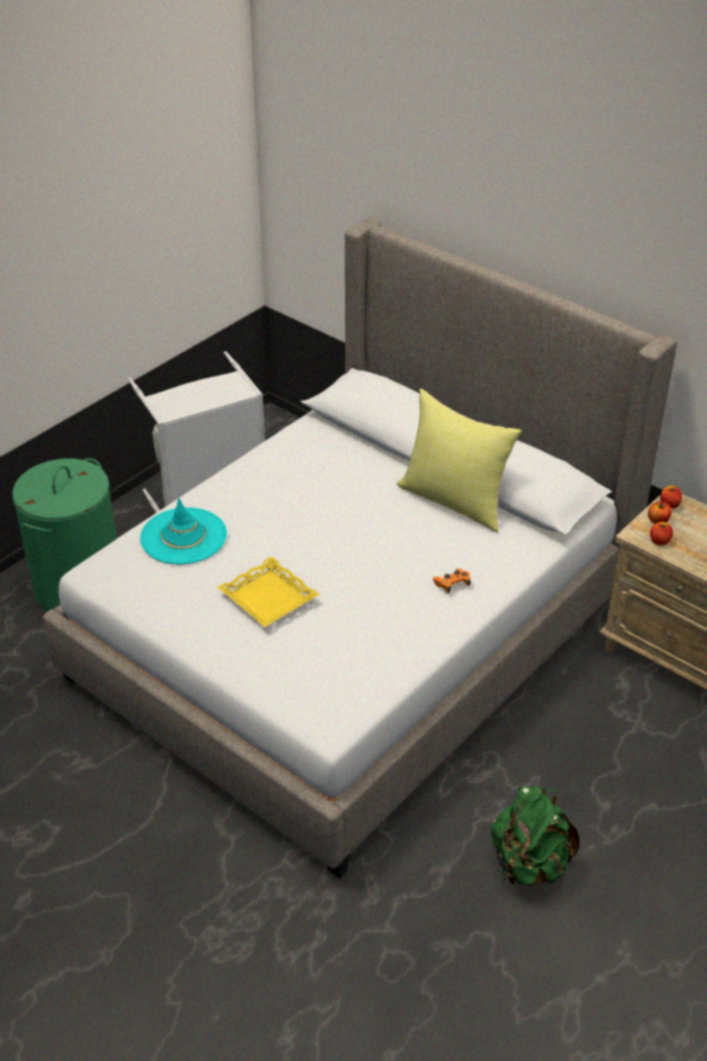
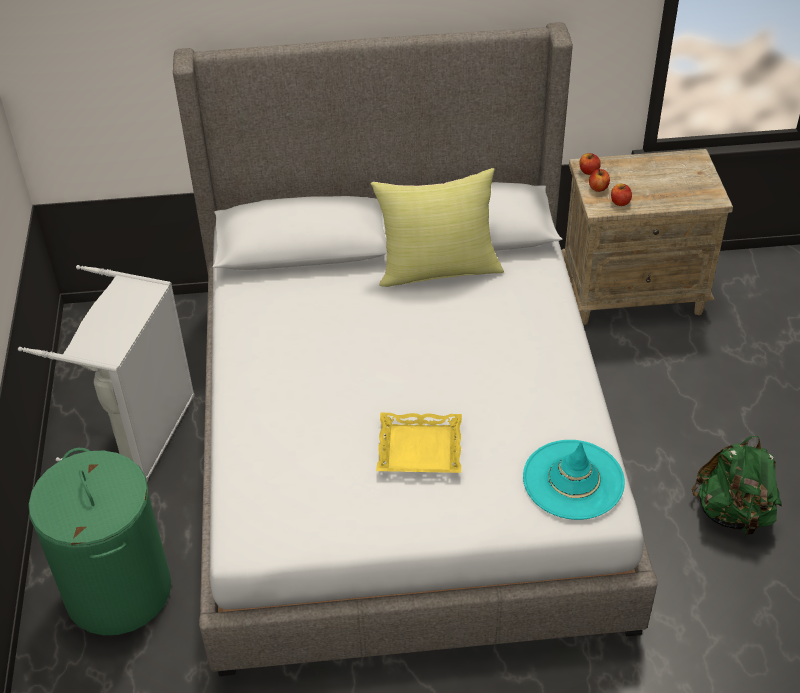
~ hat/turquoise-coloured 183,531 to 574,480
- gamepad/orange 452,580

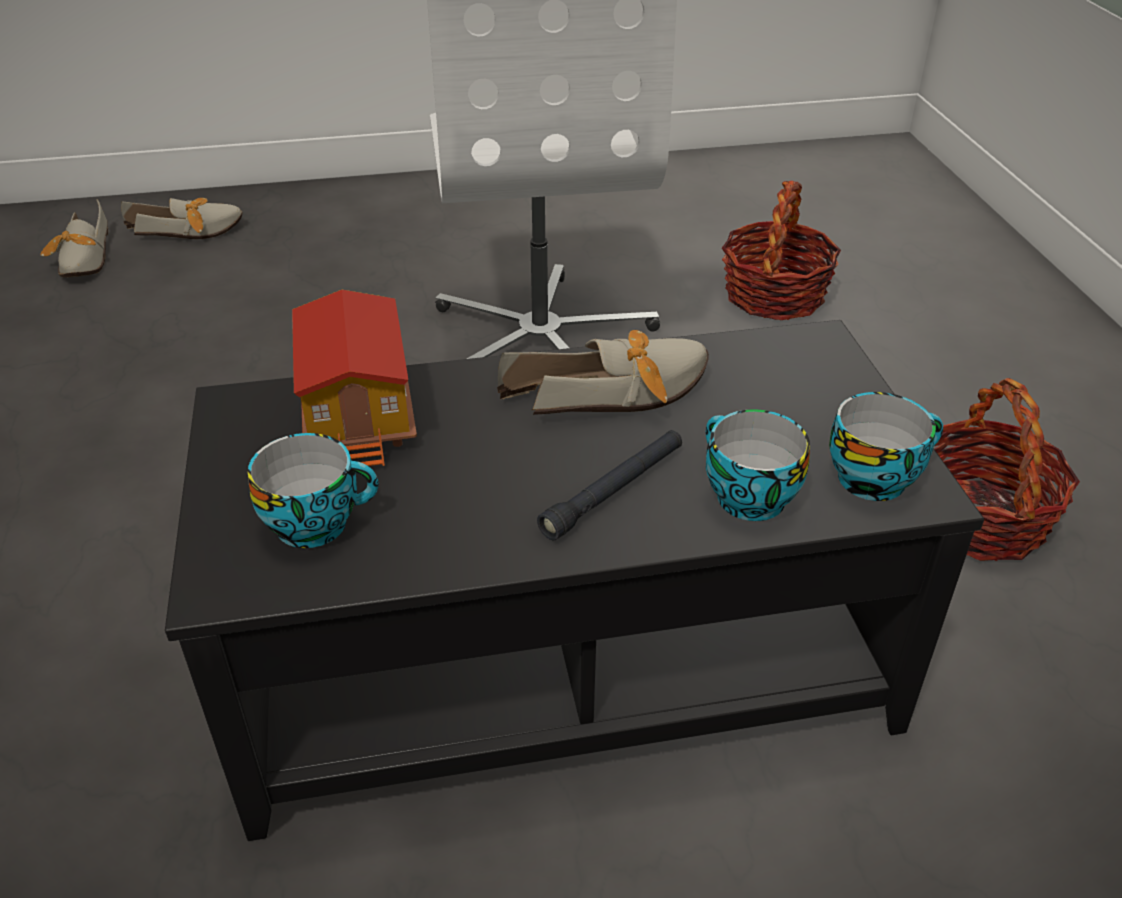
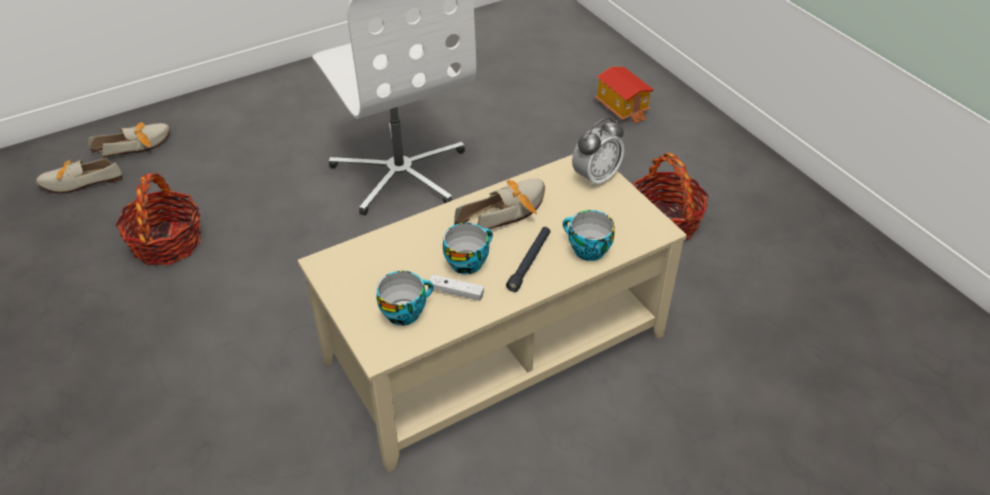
~ storage basket 781,250 to 158,218
~ shoe 74,238 = 79,175 105 degrees clockwise
~ model house 354,378 to 624,95
~ lounge table/black-coloured 574,580 to lounge table/beige-coloured 492,313
~ drinking cup 886,446 to 468,248
+ bedside clock 598,153
+ gamepad/white 456,288

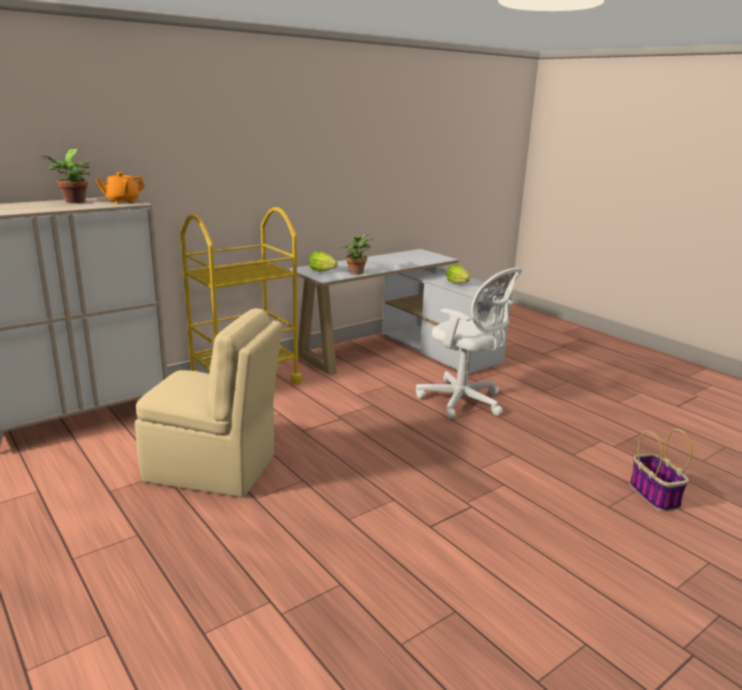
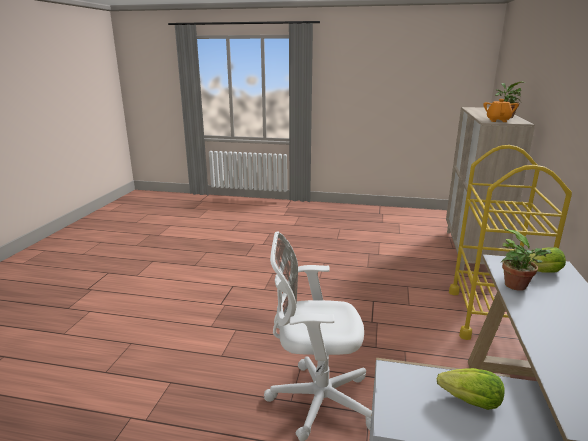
- plain chair/beige-coloured 208,403
- storage basket 661,470

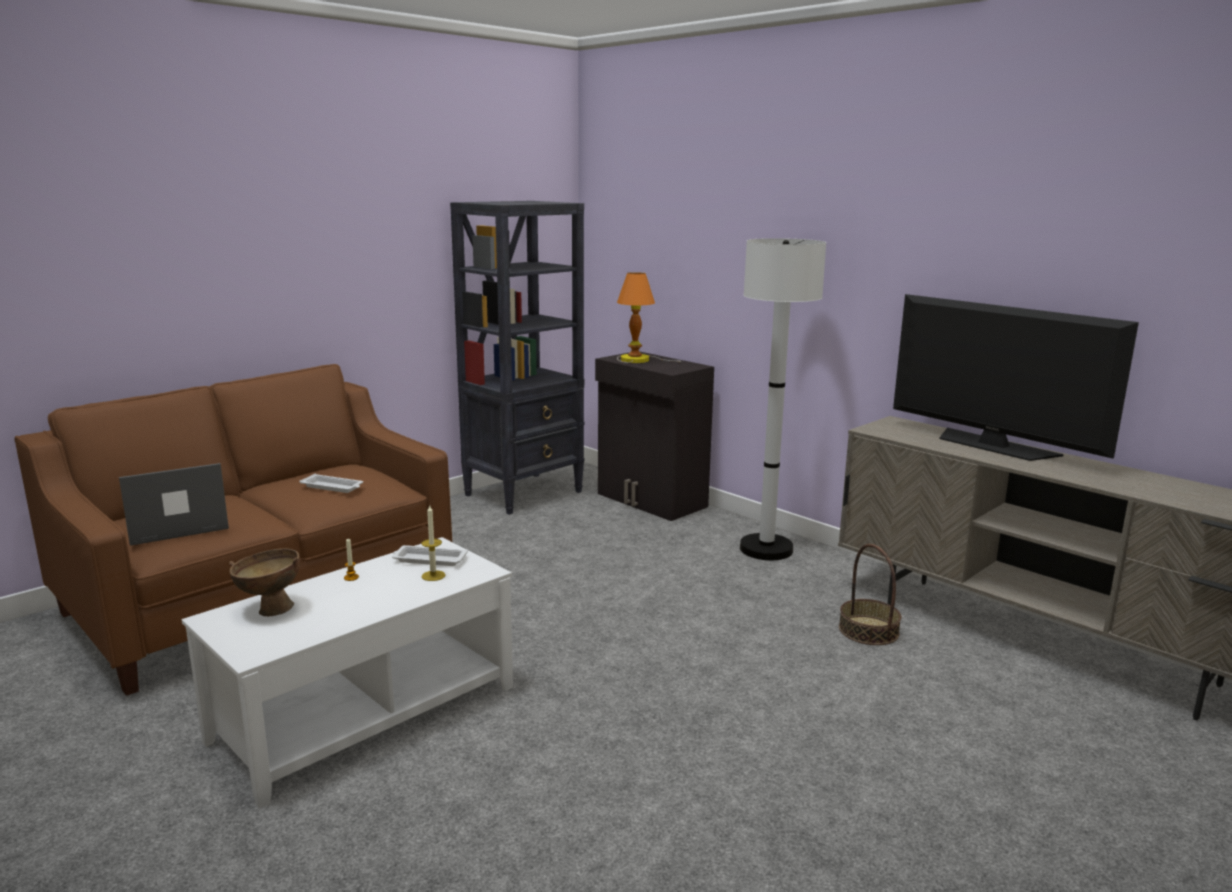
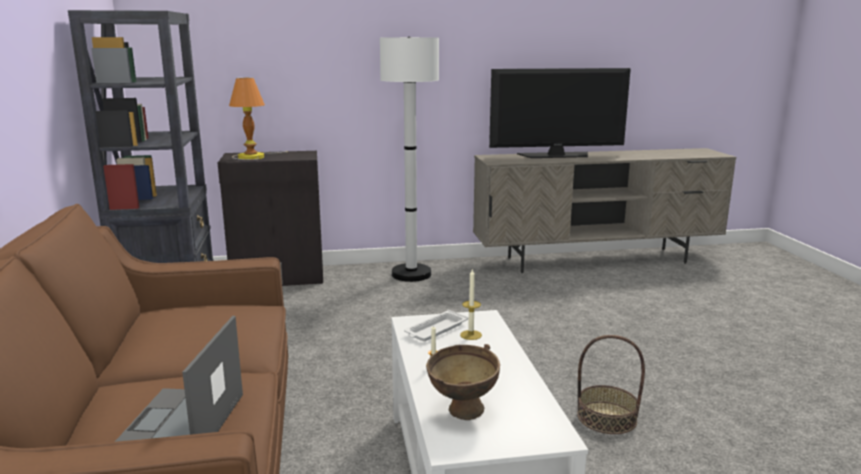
- tray/white 331,483
~ storage basket 870,594 to 611,384

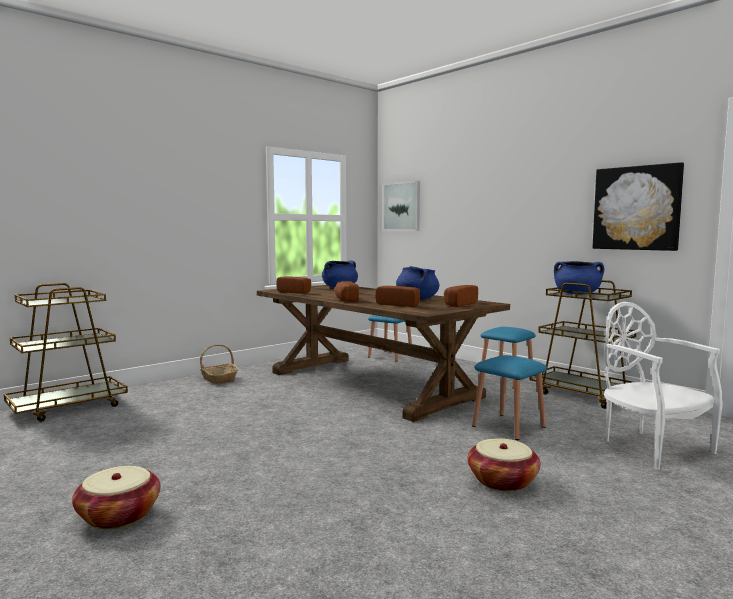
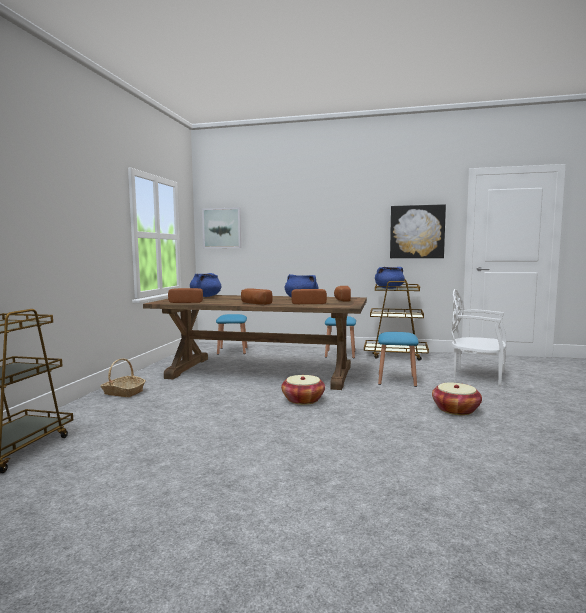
~ storage basket 116,497 to 303,390

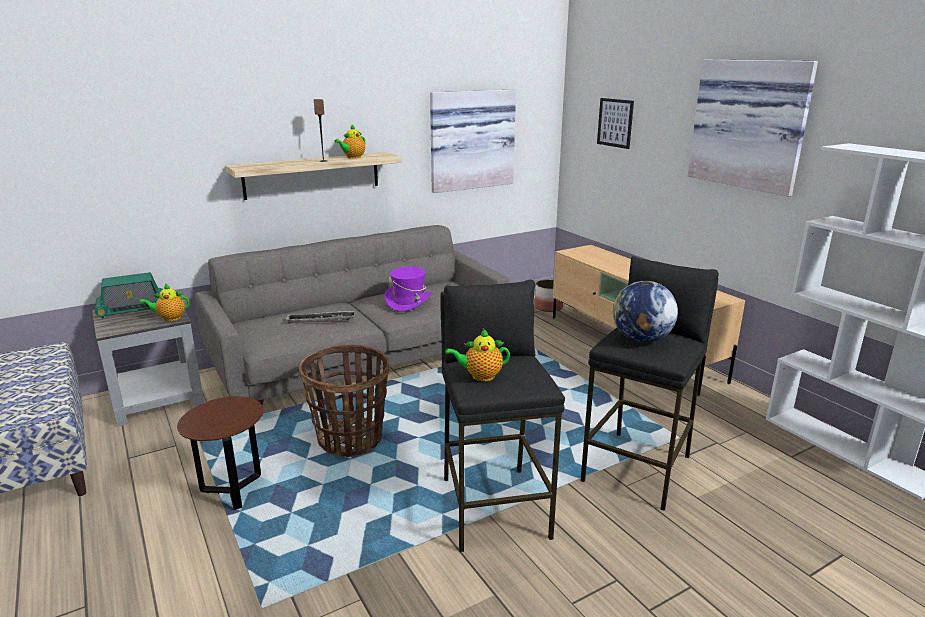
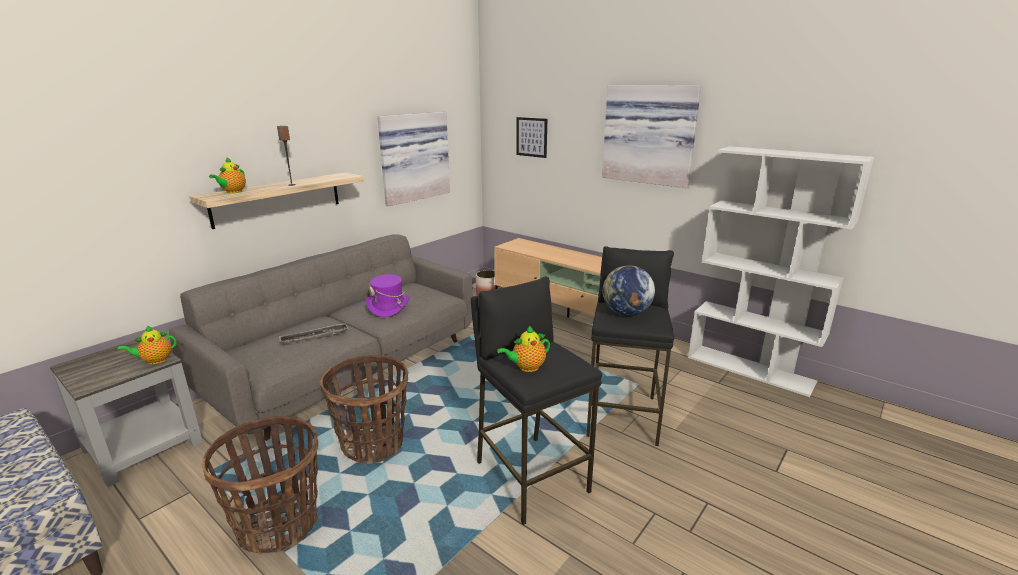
~ pot for tea 349,142 to 227,175
- radio set 129,295
~ end table/brown-coloured 220,453 to storage basket 260,485

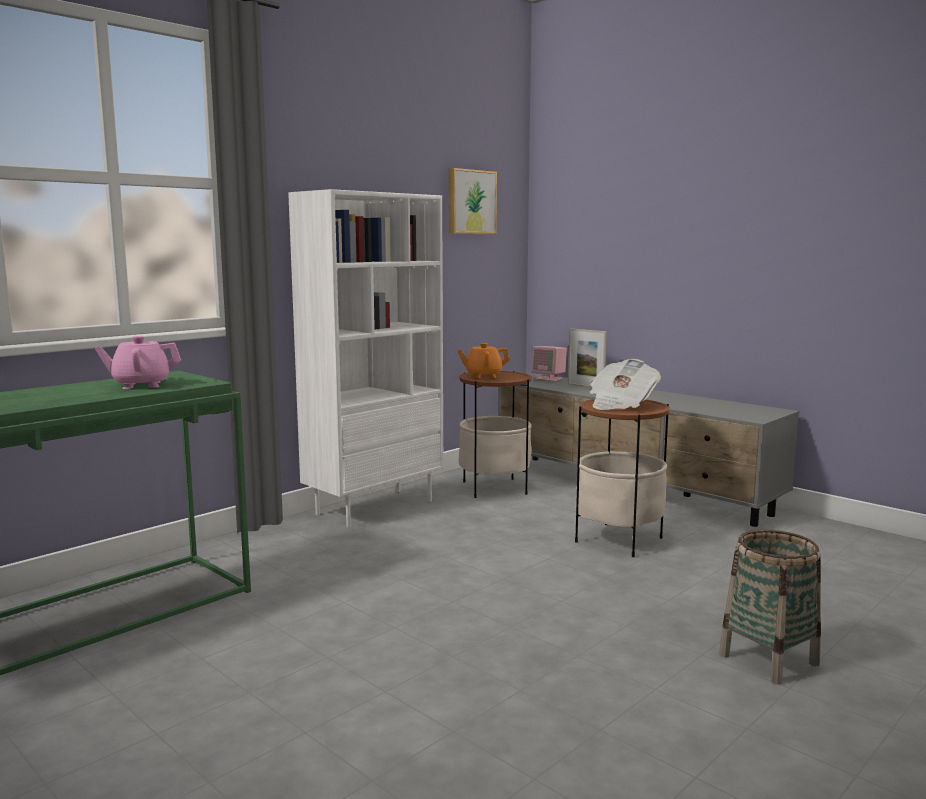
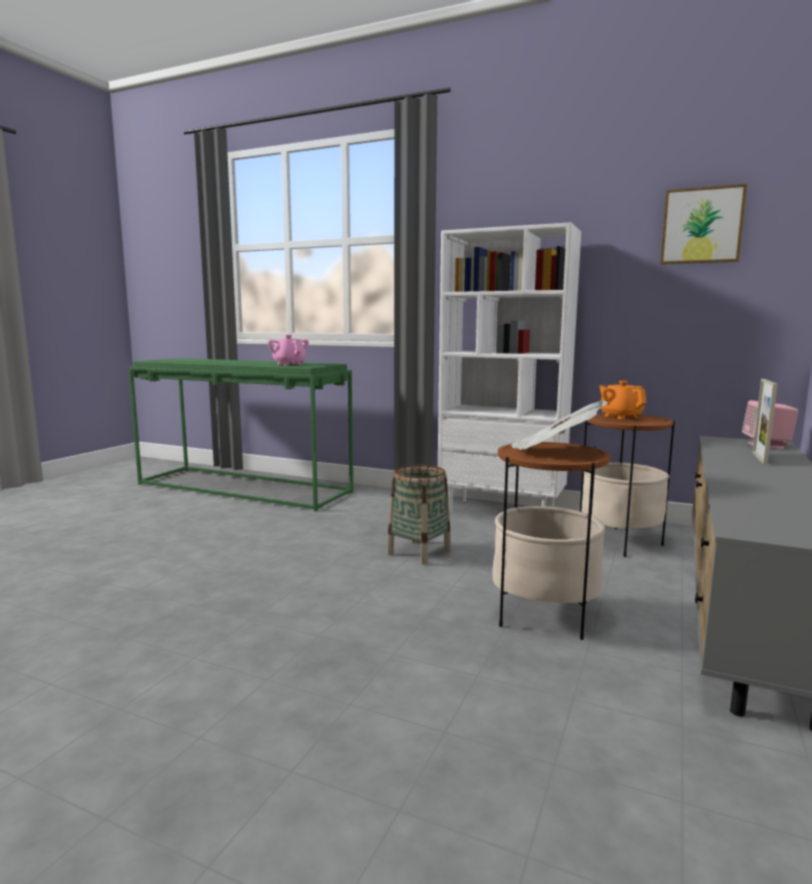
~ storage basket 770,607 to 419,515

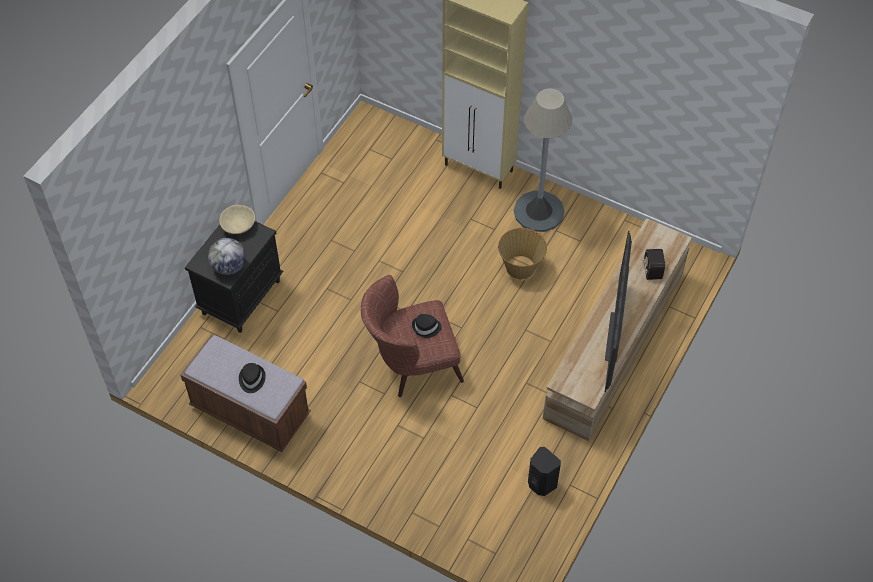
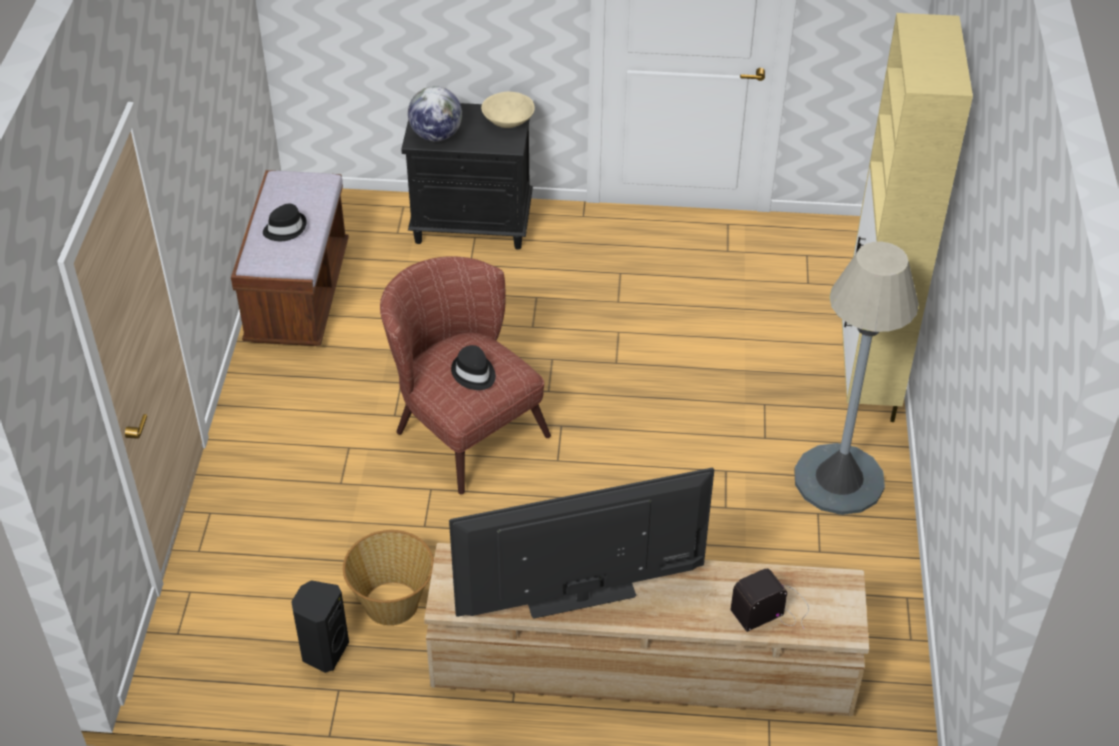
~ storage basket 522,253 to 388,578

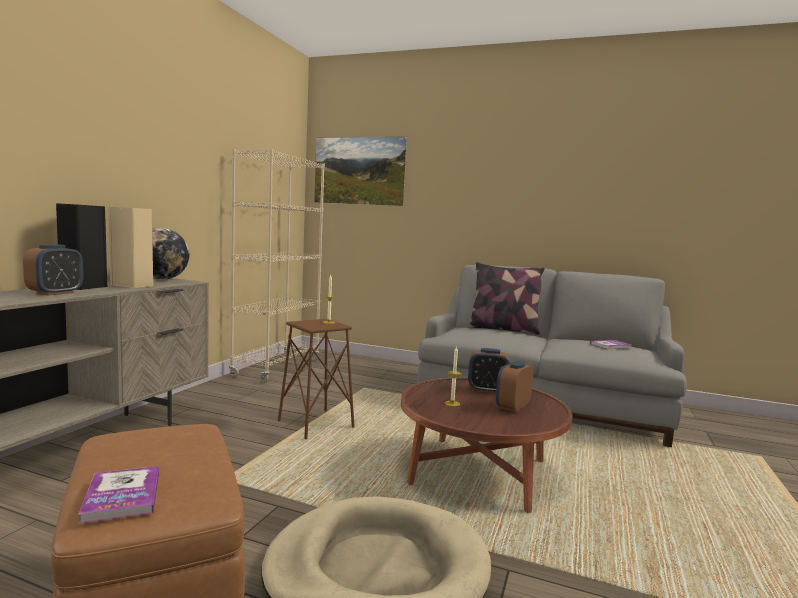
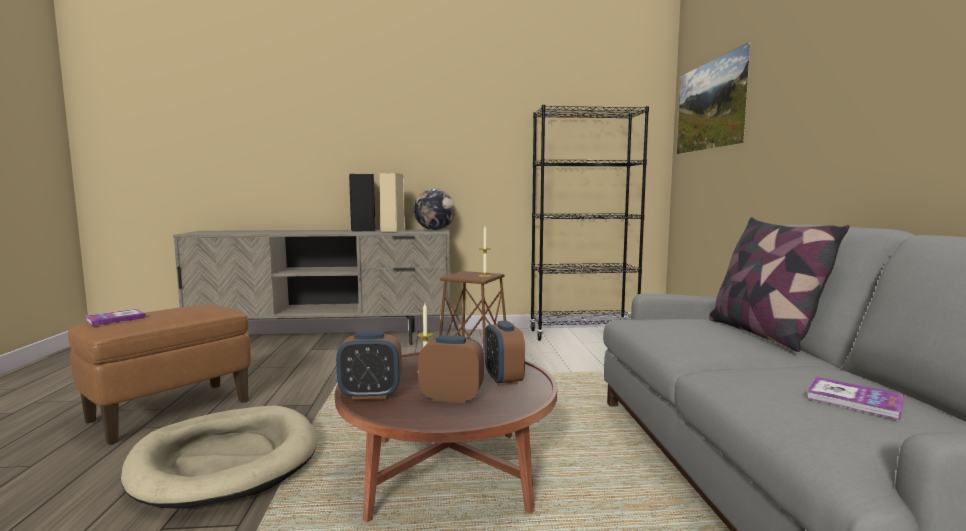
~ bookcase/beige-coloured 277,265 to bookcase/black-coloured 589,223
~ bedside clock 53,270 to 369,365

